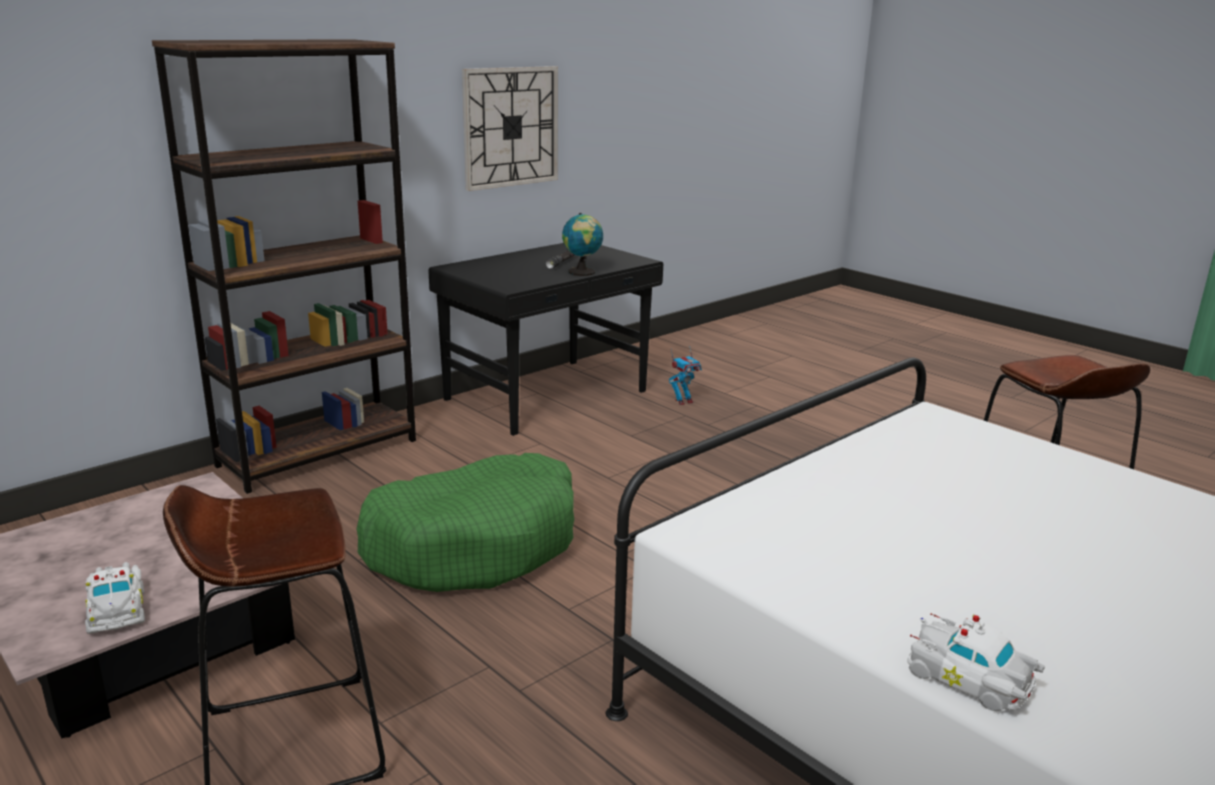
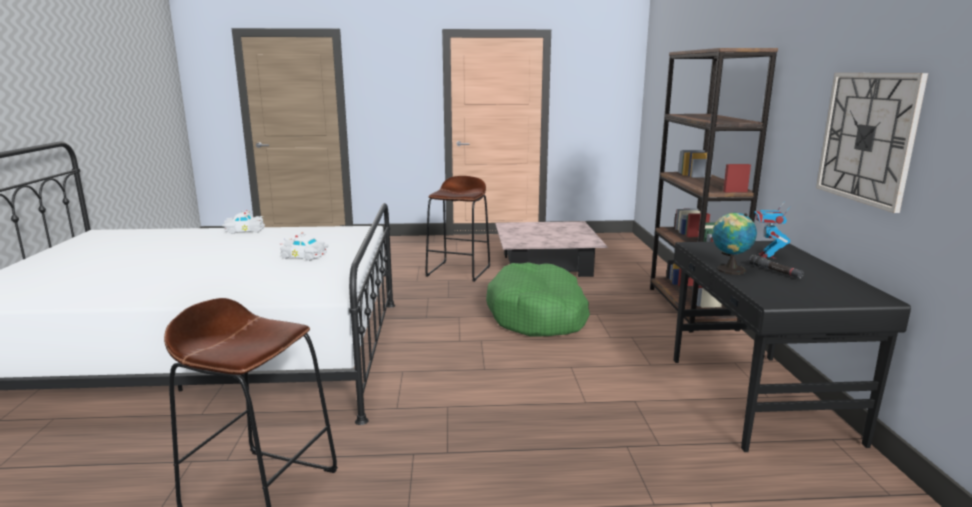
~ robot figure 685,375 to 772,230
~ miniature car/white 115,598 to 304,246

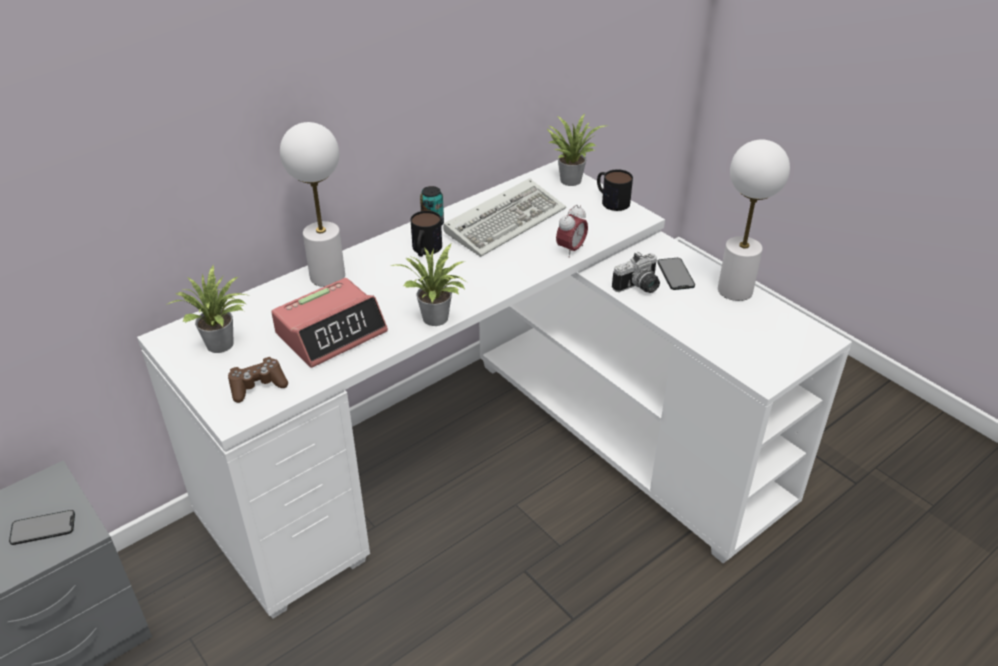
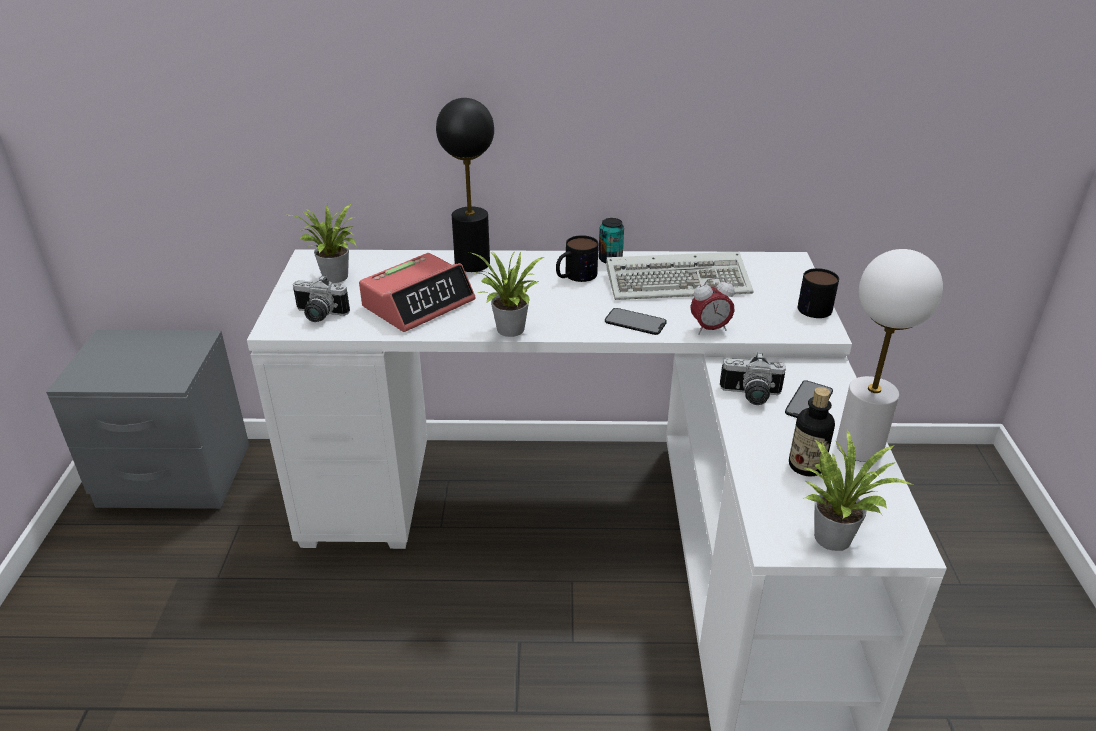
~ plant in a pot 576,150 to 858,489
~ lamp for a table/white 312,204 to lamp for a table/black-coloured 465,185
~ bedside clock 329,323 = 417,292 45 degrees counterclockwise
~ gamepad/brown-coloured 258,380 to still camera 321,298
~ phone 42,527 to 636,321
+ bottle 812,431

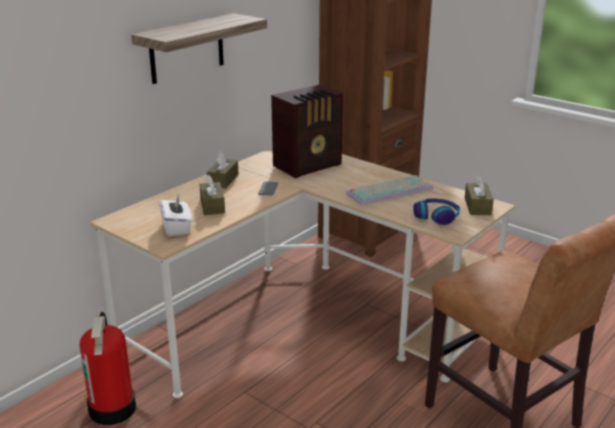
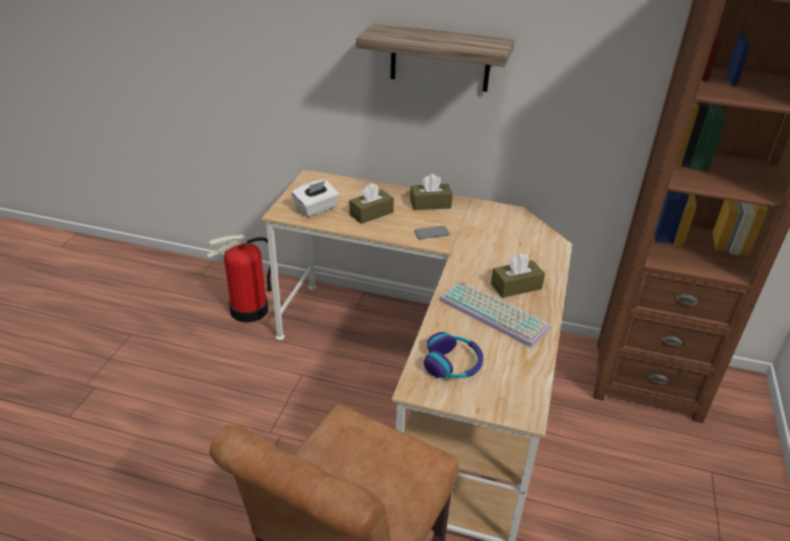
- radio set 307,131
~ tissue box/brown-coloured 479,195 to 518,275

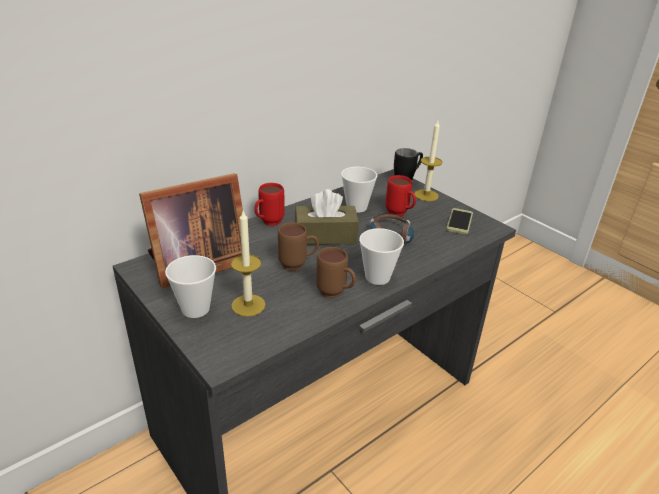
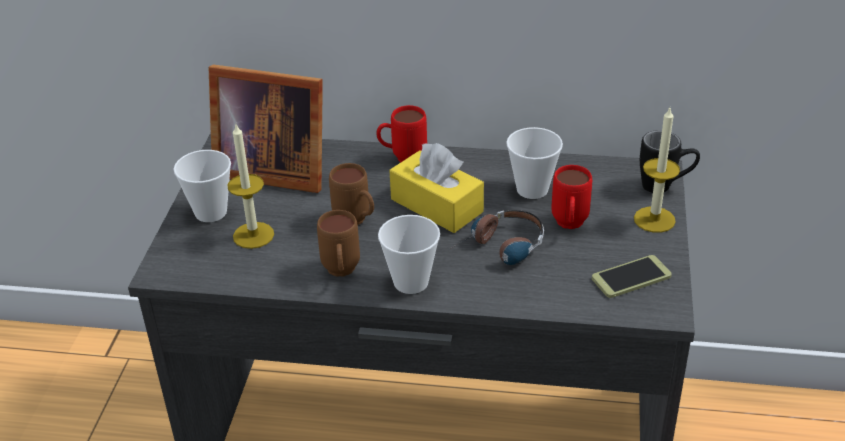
~ tissue box/brown-coloured 327,217 to tissue box/yellow-coloured 436,188

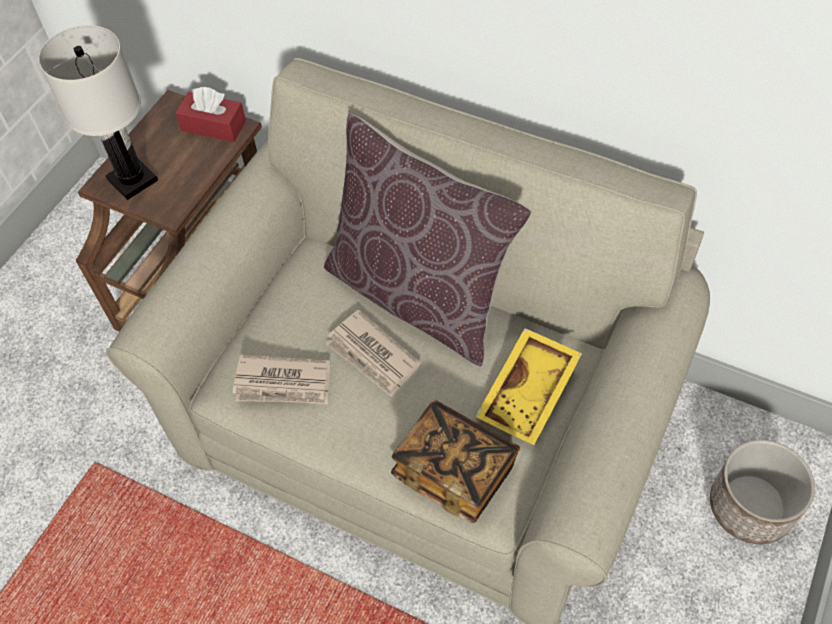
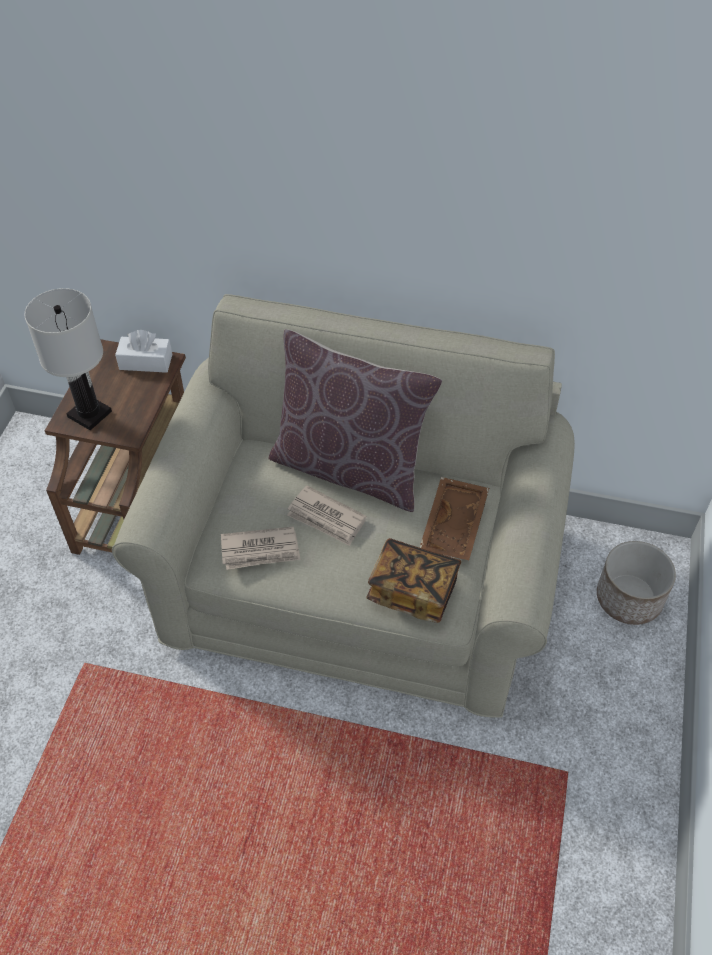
~ tissue box/red 210,114 to tissue box/white 143,351
~ tray/yellow-coloured 528,386 to tray/brown-coloured 454,518

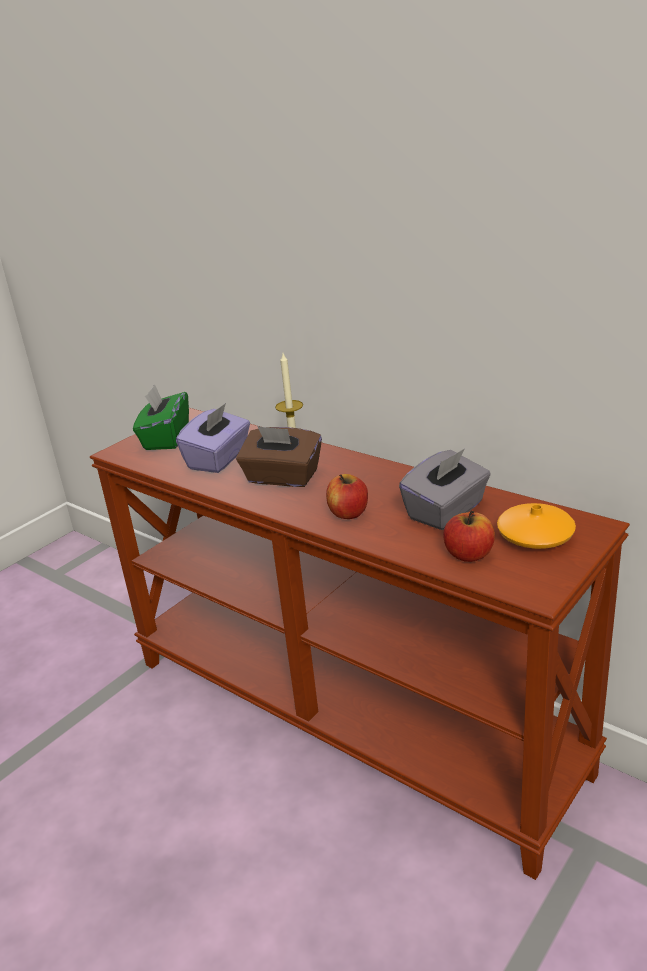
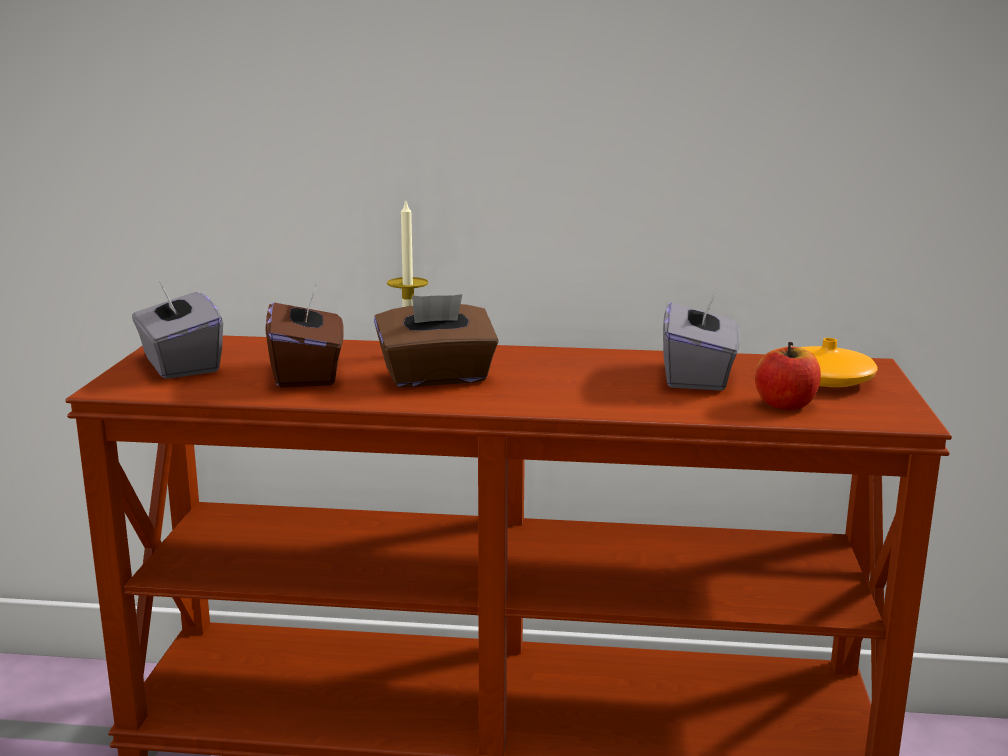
~ tissue box/green 161,417 to tissue box/greyish 177,329
~ tissue box/purple-coloured 213,438 to tissue box/brown-coloured 304,336
- apple 347,496

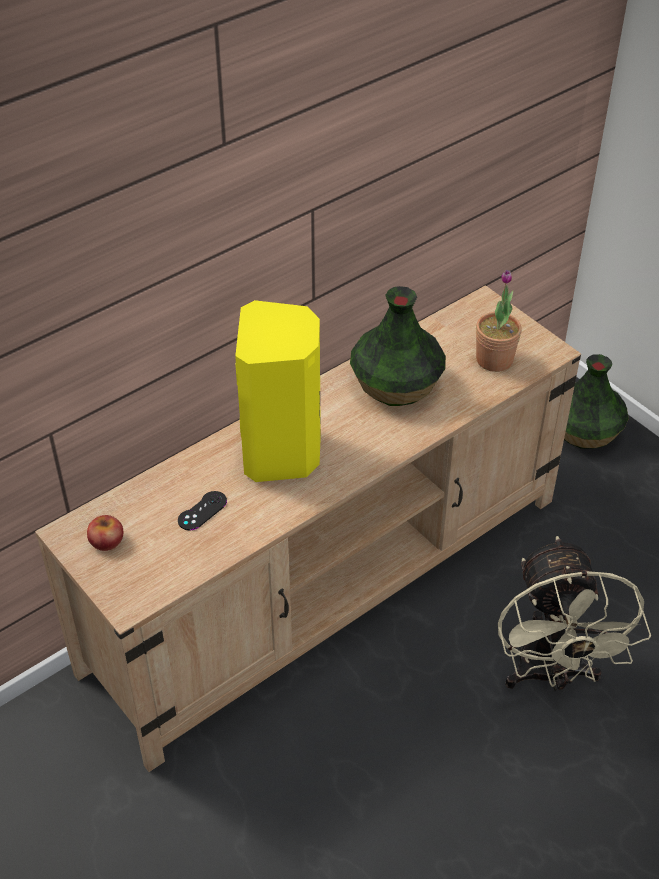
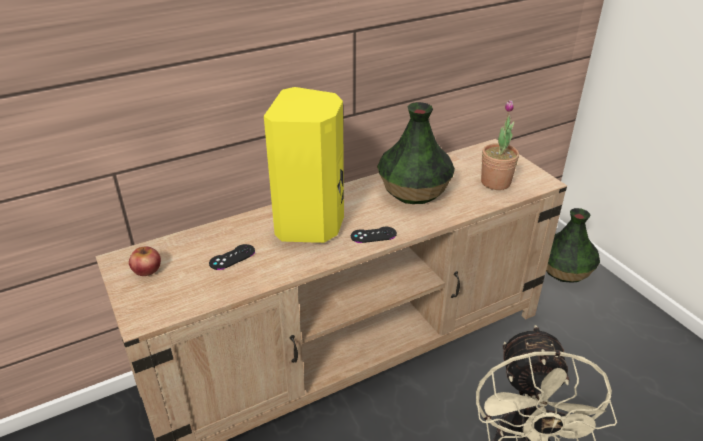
+ gamepad/black-coloured 374,235

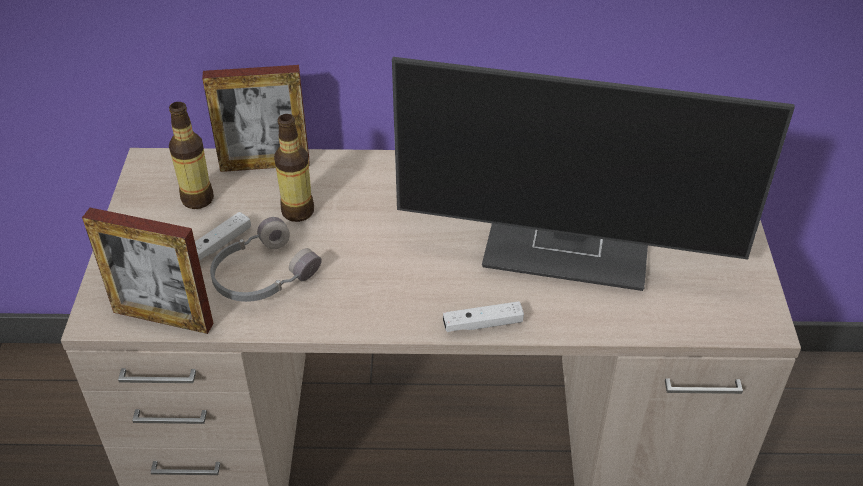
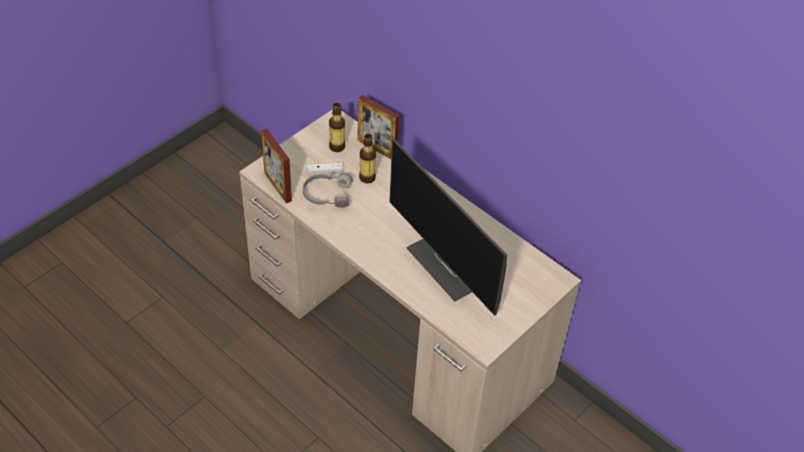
- gamepad/white 483,316

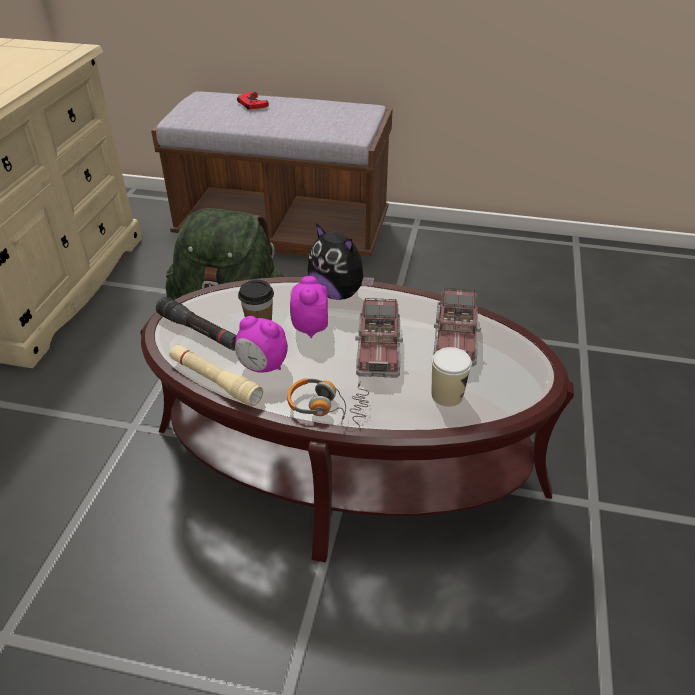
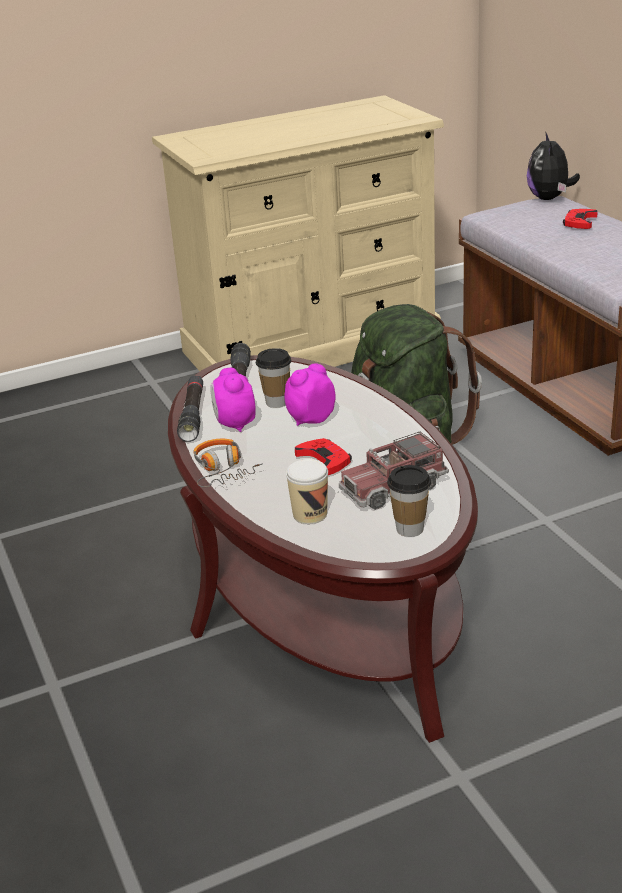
~ soft toy 340,261 to 553,165
~ toy truck 379,338 to gamepad/red 323,456
~ hand torch/beige-coloured 216,375 to hand torch/black-coloured 190,409
+ drinking cup 409,501

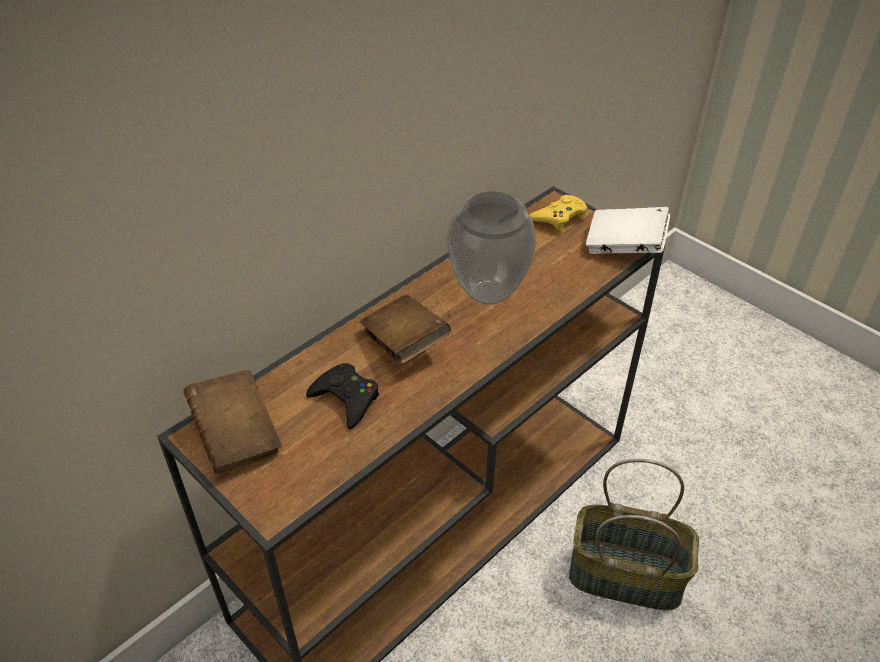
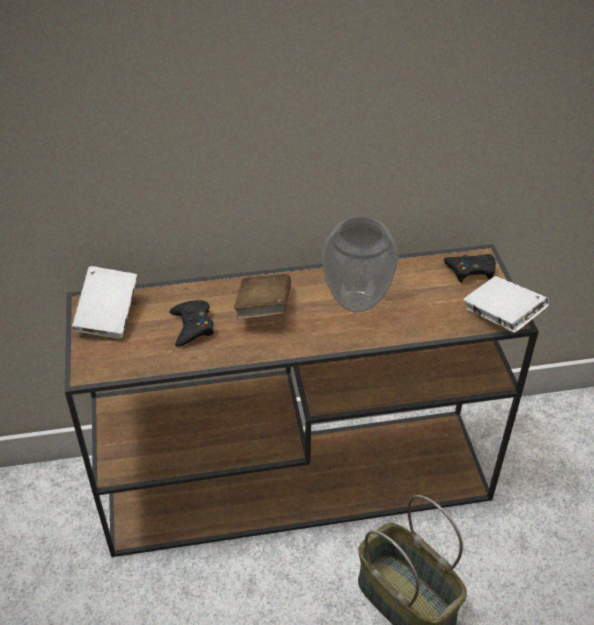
~ gamepad/yellow-coloured 558,213 to gamepad/black-coloured 470,268
~ bound book/brown-coloured 232,421 to bound book/white 104,302

